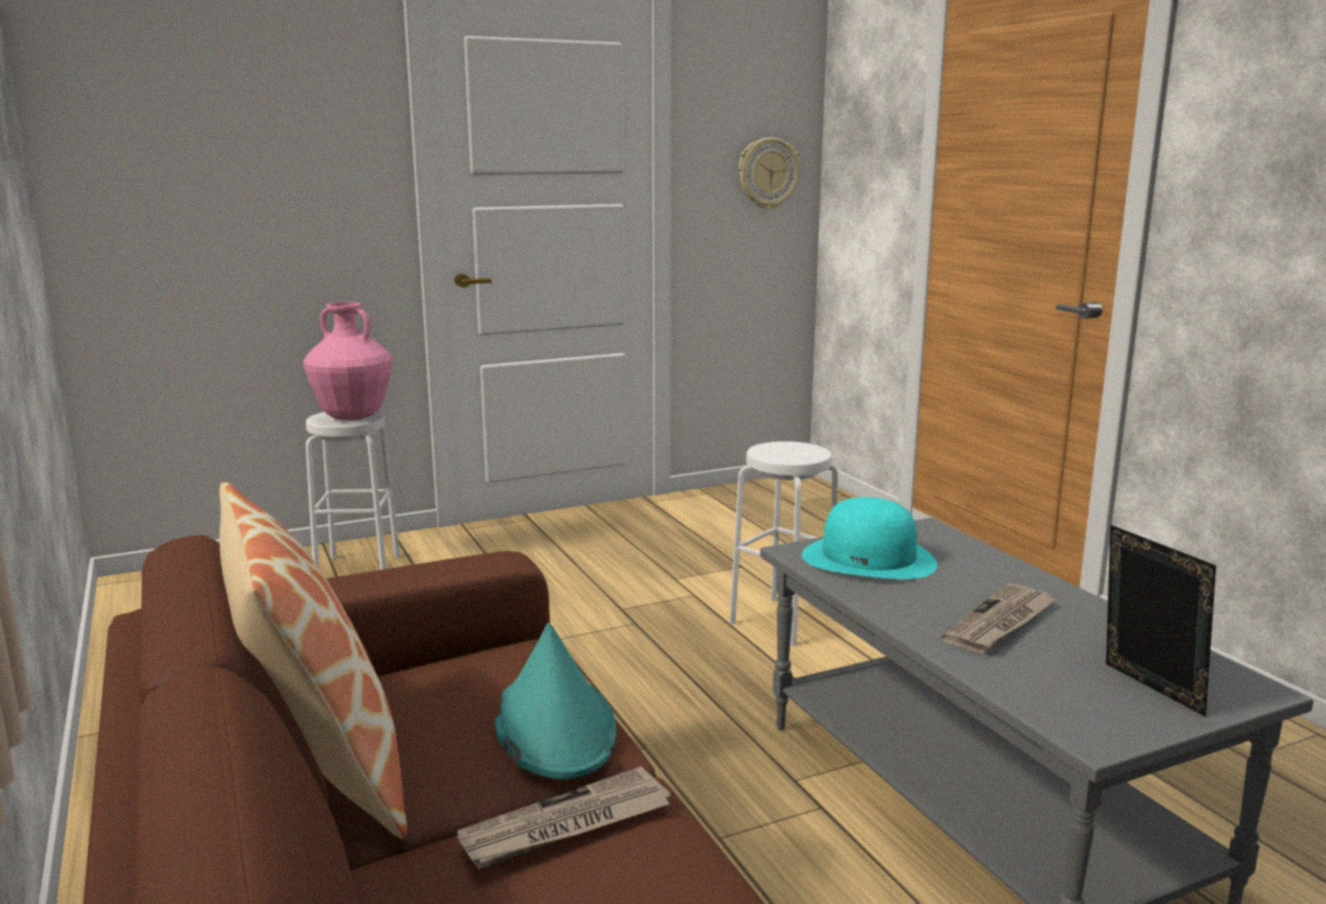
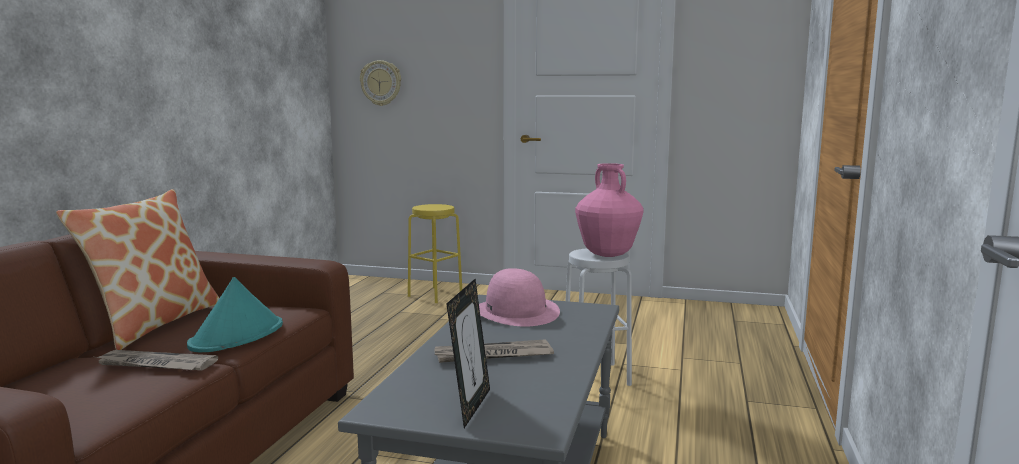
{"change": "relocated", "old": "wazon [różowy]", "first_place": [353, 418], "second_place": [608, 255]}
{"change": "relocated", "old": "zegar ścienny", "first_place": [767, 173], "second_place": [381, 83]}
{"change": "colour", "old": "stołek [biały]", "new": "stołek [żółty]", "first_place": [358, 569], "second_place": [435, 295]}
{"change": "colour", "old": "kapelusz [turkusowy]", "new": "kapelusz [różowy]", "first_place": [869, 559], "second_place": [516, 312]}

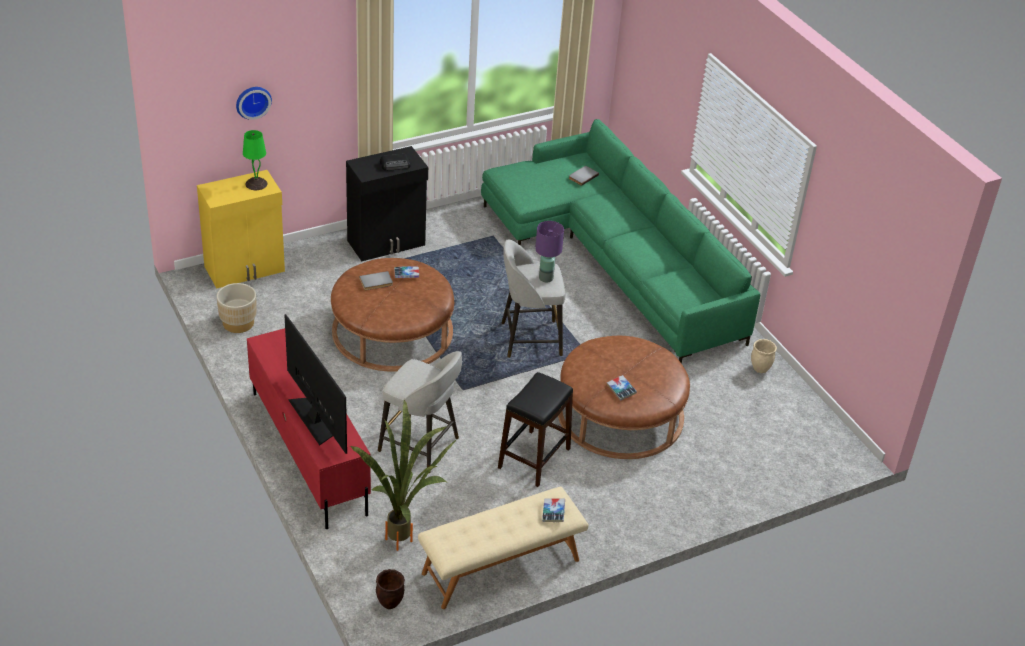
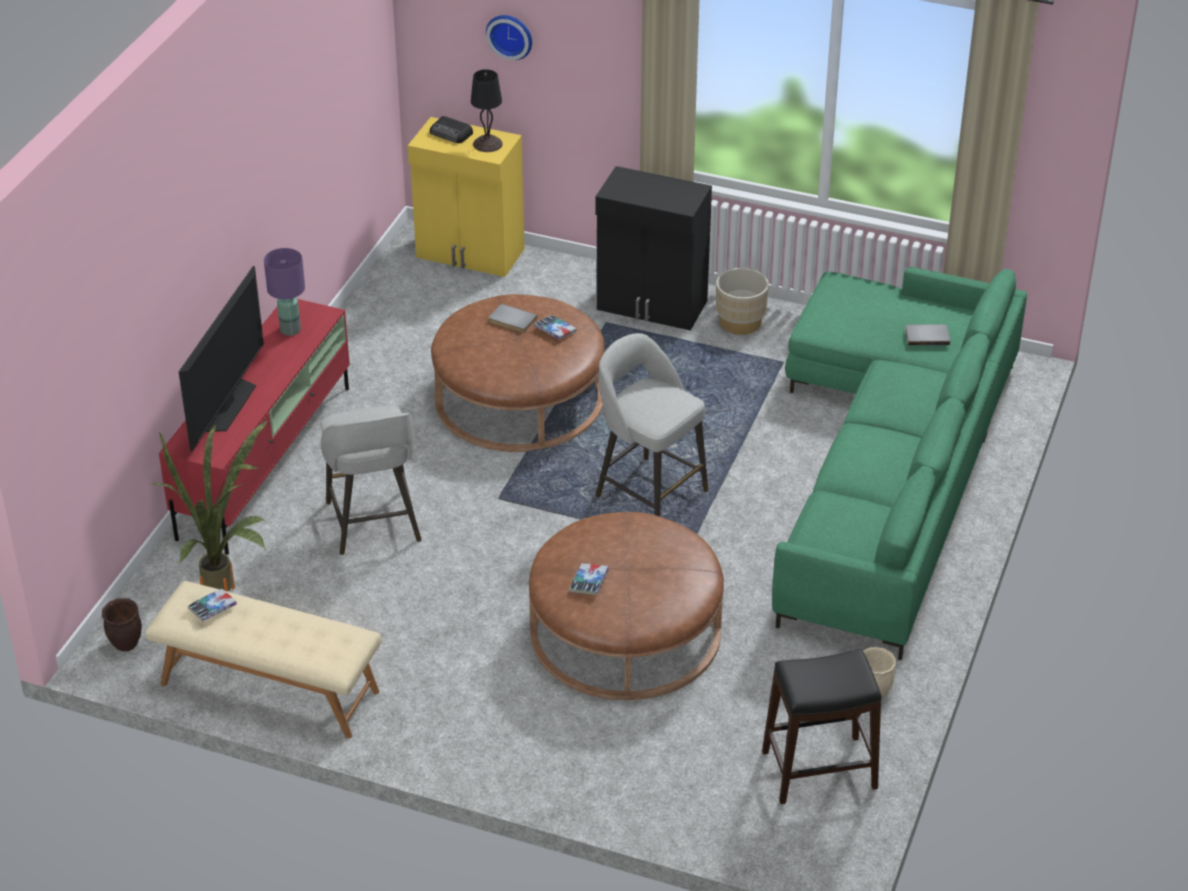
{"change": "relocated", "old": "donica [beżowy]", "first_place": [238, 323], "second_place": [740, 322]}
{"change": "relocated", "old": "radio", "first_place": [395, 165], "second_place": [451, 133]}
{"change": "relocated", "old": "stołek [czarny]", "first_place": [534, 458], "second_place": [820, 770]}
{"change": "relocated", "old": "lampa stołowa [fioletowy]", "first_place": [546, 278], "second_place": [291, 330]}
{"change": "relocated", "old": "książka", "first_place": [553, 512], "second_place": [212, 608]}
{"change": "colour", "old": "lampa stołowa [zielony]", "new": "lampa stołowa [czarny]", "first_place": [256, 184], "second_place": [487, 144]}

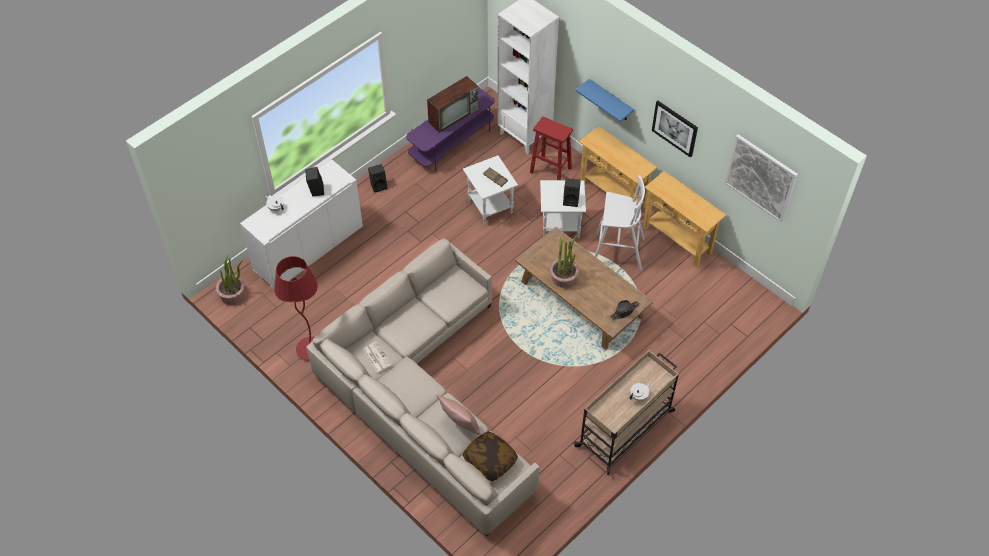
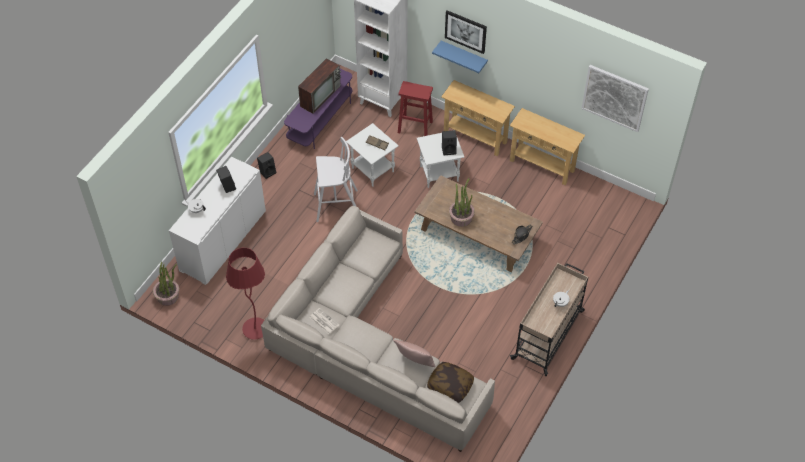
{"change": "relocated", "old": "stołek [biały]", "first_place": [617, 251], "second_place": [336, 206]}
{"change": "relocated", "old": "obraz", "first_place": [675, 128], "second_place": [465, 31]}

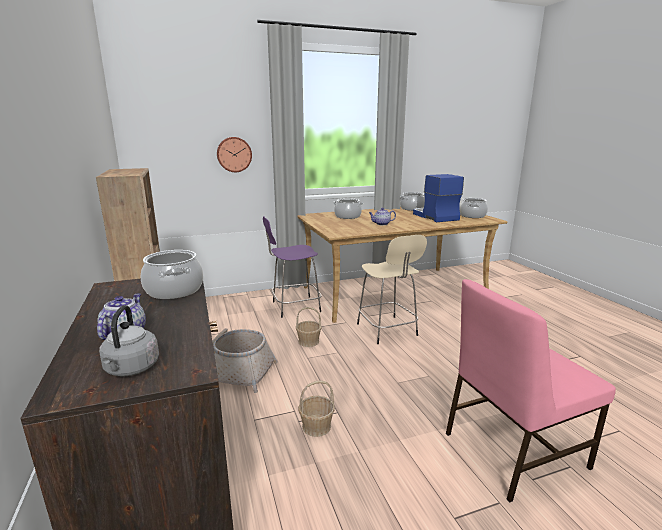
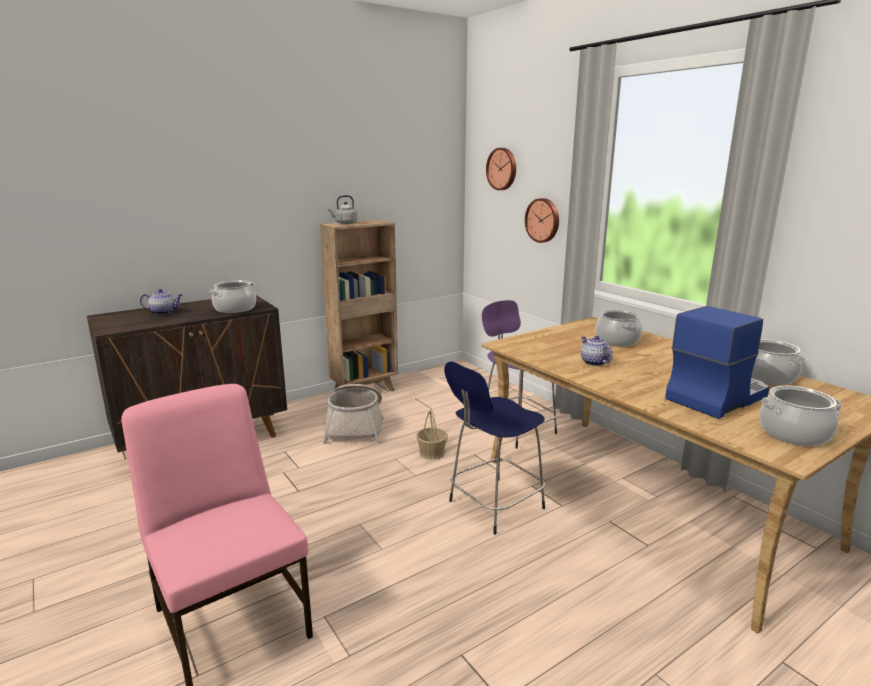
{"change": "missing", "old": "koszyk", "first_place": [316, 426]}
{"change": "appeared", "new": "zegar ścienny", "second_place": [502, 169]}
{"change": "relocated", "old": "czajnik [szary]", "first_place": [131, 369], "second_place": [345, 223]}
{"change": "colour", "old": "stołek [beżowy]", "new": "stołek [niebieski]", "first_place": [387, 331], "second_place": [493, 506]}

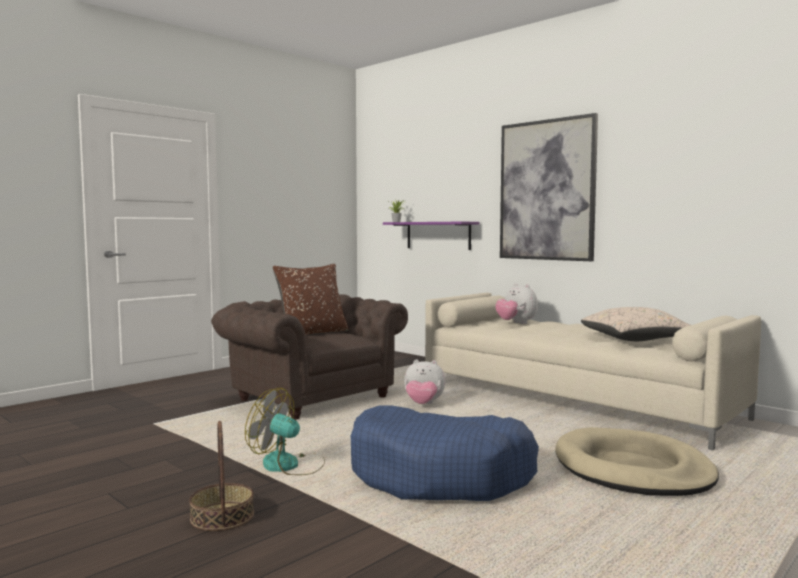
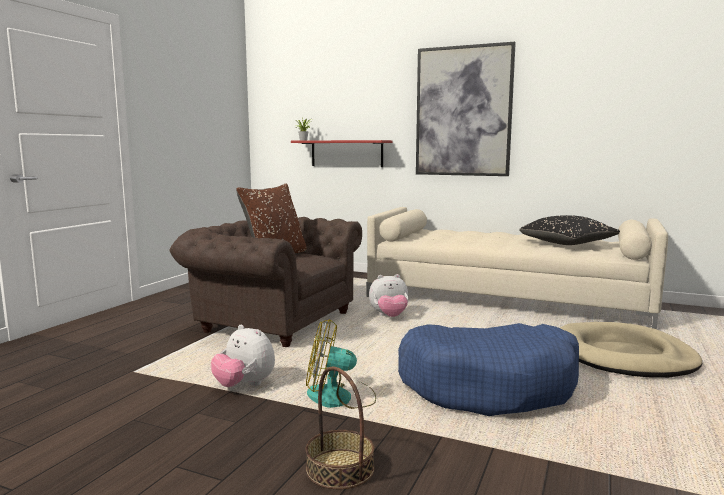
{"change": "relocated", "old": "pluszak", "first_place": [516, 323], "second_place": [244, 385]}
{"change": "colour", "old": "półka [fioletowy]", "new": "półka [czerwony]", "first_place": [438, 235], "second_place": [346, 153]}
{"change": "colour", "old": "poduszka [beżowy]", "new": "poduszka [czarny]", "first_place": [635, 340], "second_place": [567, 244]}

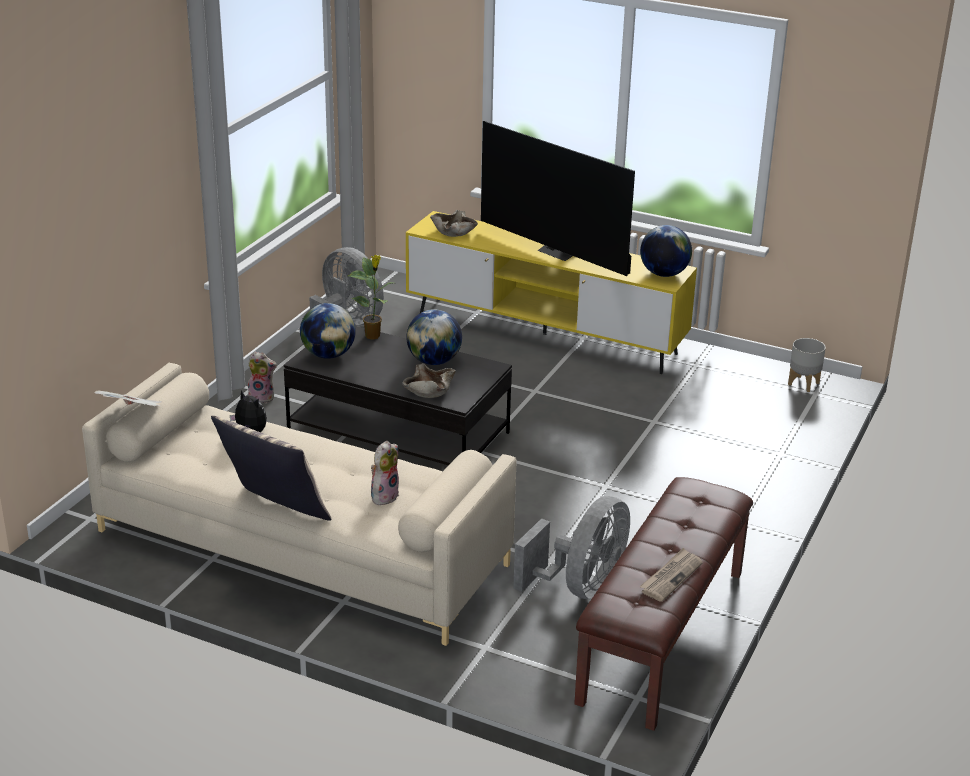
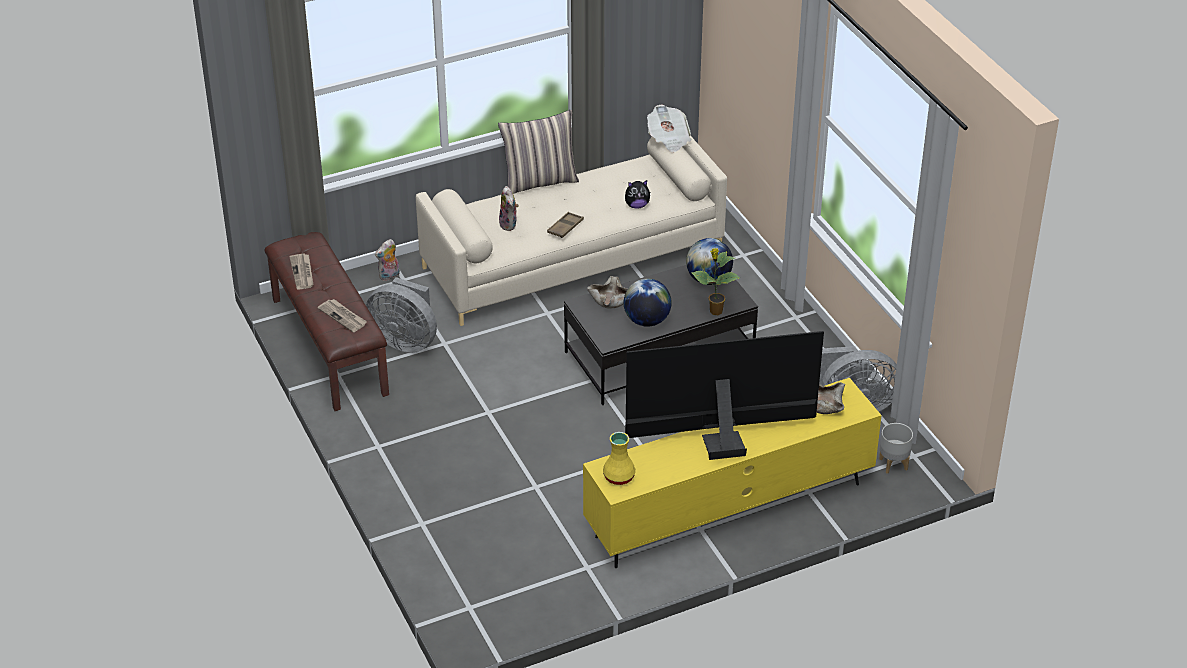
{"change": "appeared", "new": "gazeta", "second_place": [343, 316]}
{"change": "appeared", "new": "taca [brązowy]", "second_place": [565, 227]}
{"change": "relocated", "old": "pluszak", "first_place": [262, 397], "second_place": [389, 276]}
{"change": "relocated", "old": "donica [szary]", "first_place": [804, 384], "second_place": [892, 464]}
{"change": "exchanged", "old": "globus", "new": "wazon [żółty]", "first_place": [664, 274], "second_place": [619, 476]}
{"change": "spun", "old": "wentylator [szary]", "first_place": [581, 587], "second_place": [406, 341], "degrees": -45}

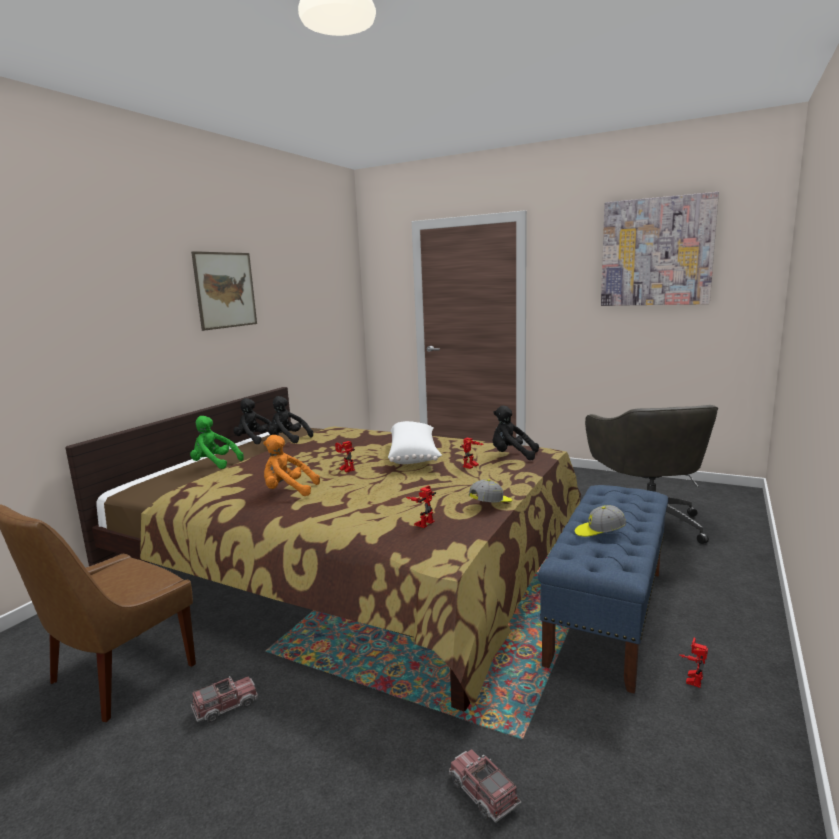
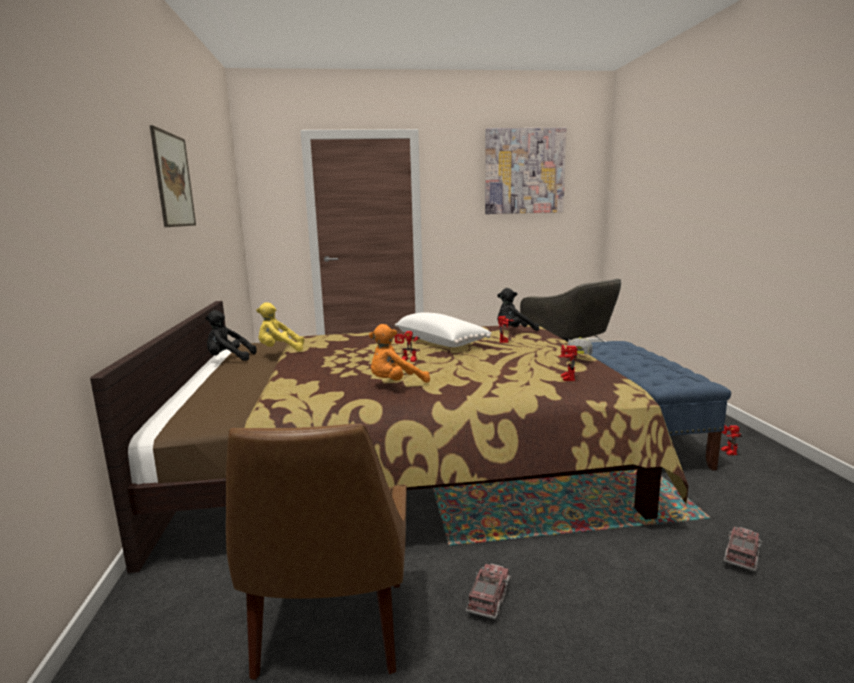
{"change": "missing", "old": "pluszak [zielony]", "first_place": [214, 464]}
{"change": "missing", "old": "czapka z daszkiem", "first_place": [599, 532]}
{"change": "colour", "old": "pluszak [czarny]", "new": "pluszak [żółty]", "first_place": [288, 439], "second_place": [279, 350]}
{"change": "spun", "old": "ciężarówka zabawkowa", "first_place": [483, 793], "second_place": [741, 556], "degrees": 105}

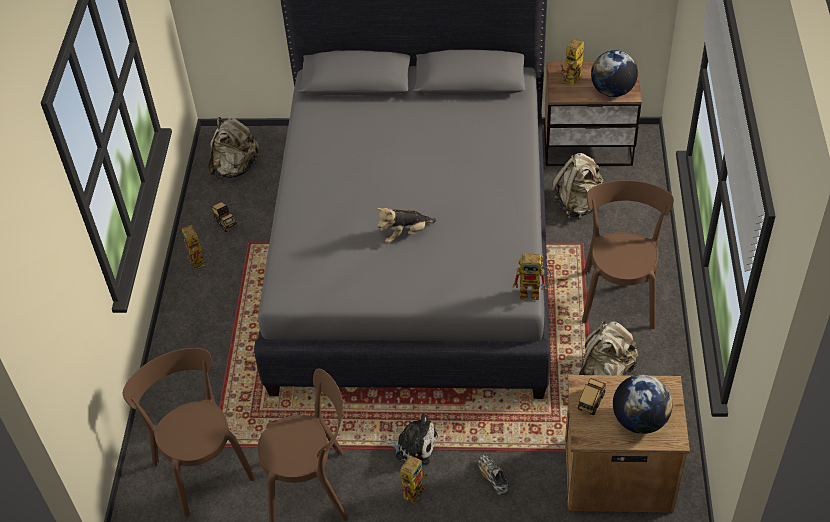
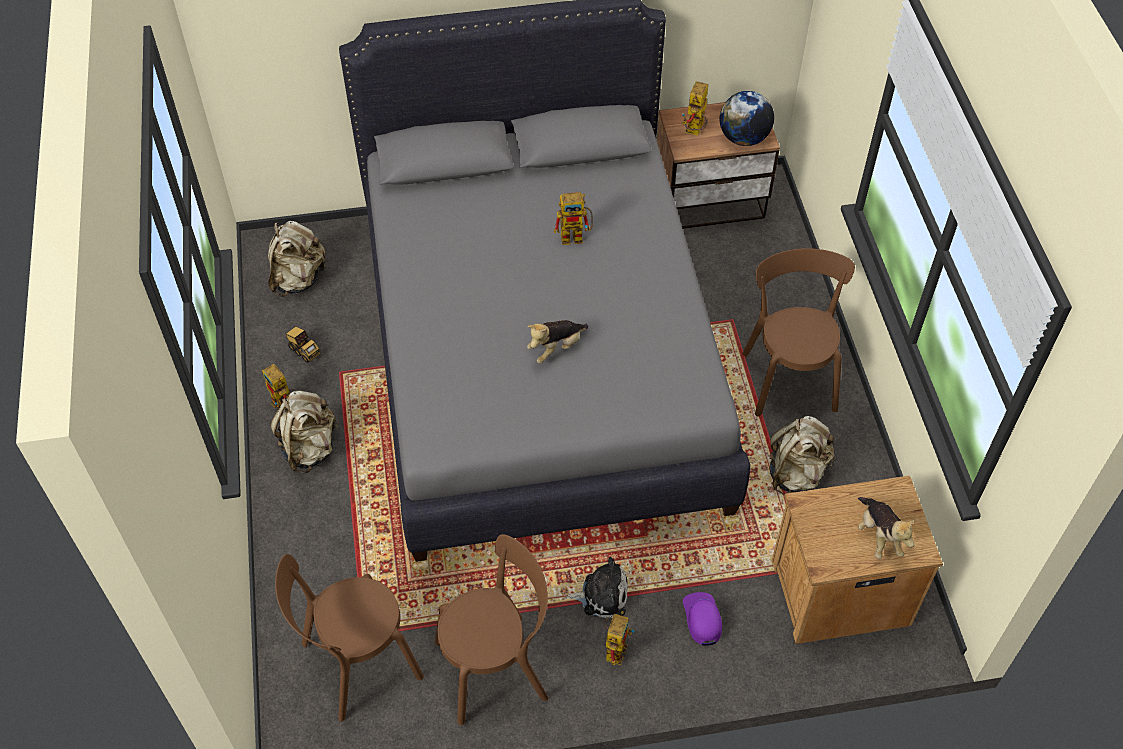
{"change": "missing", "old": "ciężarówka zabawkowa", "first_place": [590, 402]}
{"change": "relocated", "old": "robot zabawkowy", "first_place": [534, 292], "second_place": [576, 236]}
{"change": "relocated", "old": "plecak [beżowy]", "first_place": [578, 204], "second_place": [309, 448]}
{"change": "exchanged", "old": "but", "new": "czapka z daszkiem [fioletowy]", "first_place": [493, 478], "second_place": [702, 619]}
{"change": "exchanged", "old": "globus", "new": "pluszak", "first_place": [639, 420], "second_place": [879, 536]}
{"change": "spun", "old": "krzesło [brązowy]", "first_place": [202, 466], "second_place": [356, 663], "degrees": -75}

